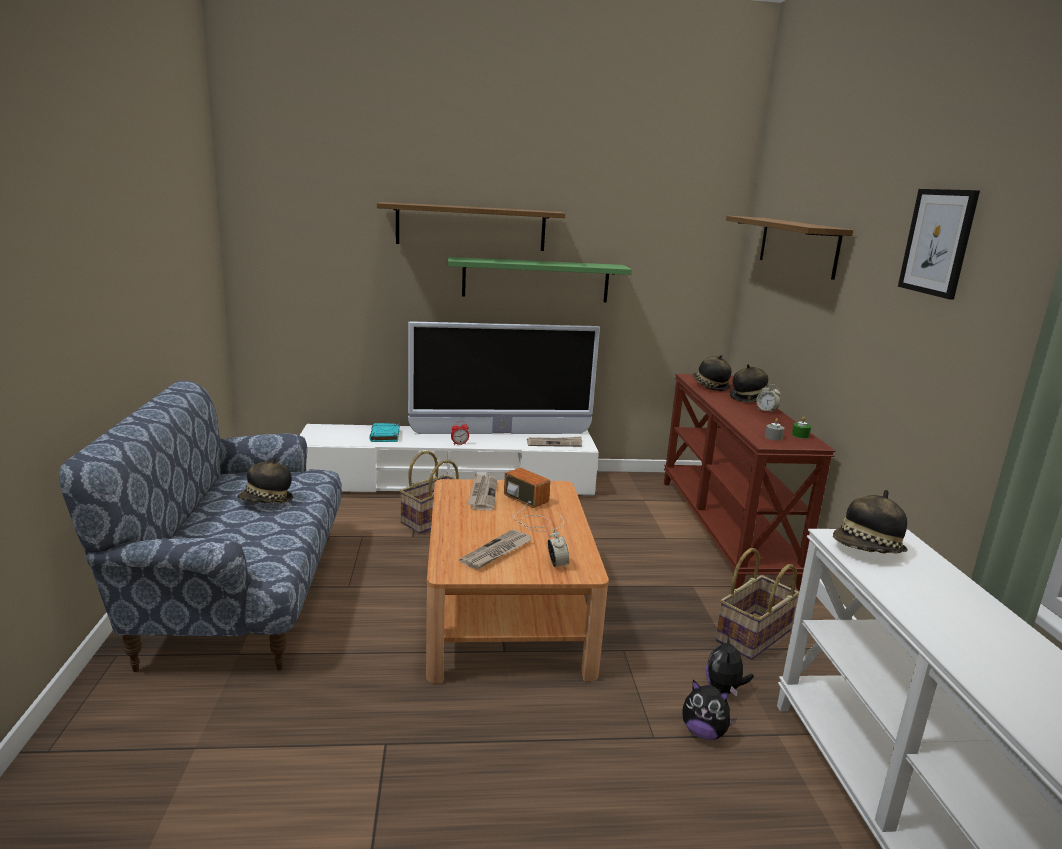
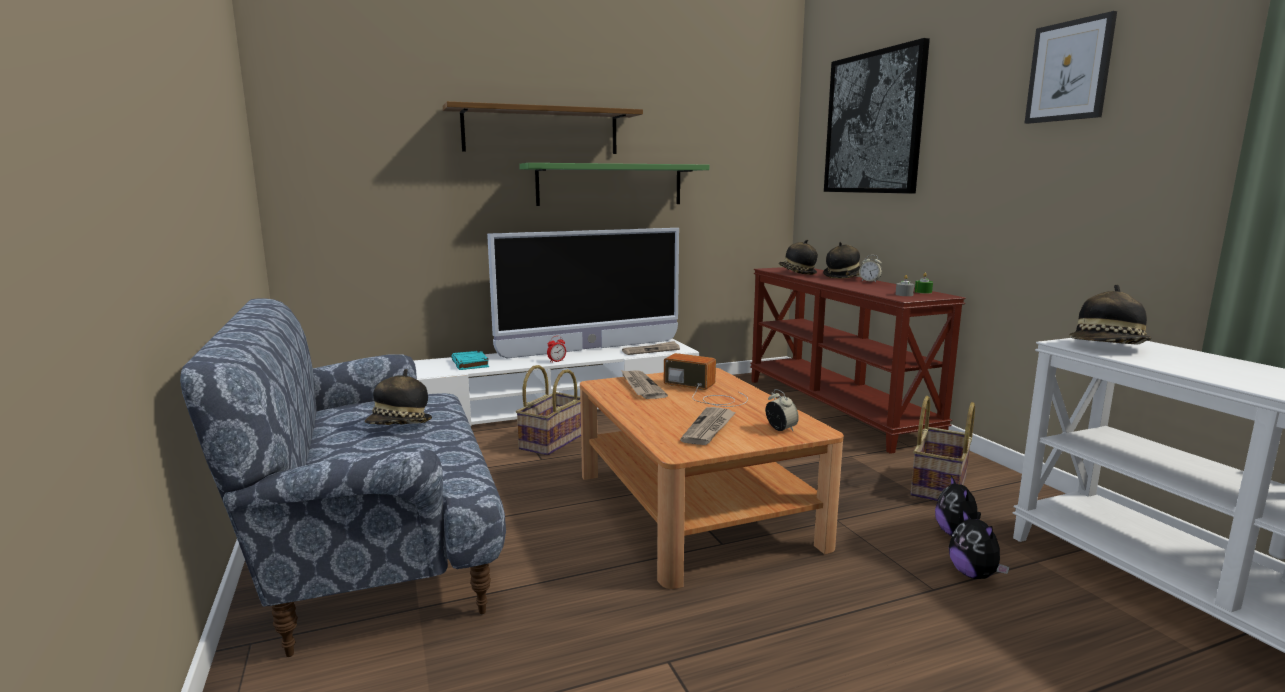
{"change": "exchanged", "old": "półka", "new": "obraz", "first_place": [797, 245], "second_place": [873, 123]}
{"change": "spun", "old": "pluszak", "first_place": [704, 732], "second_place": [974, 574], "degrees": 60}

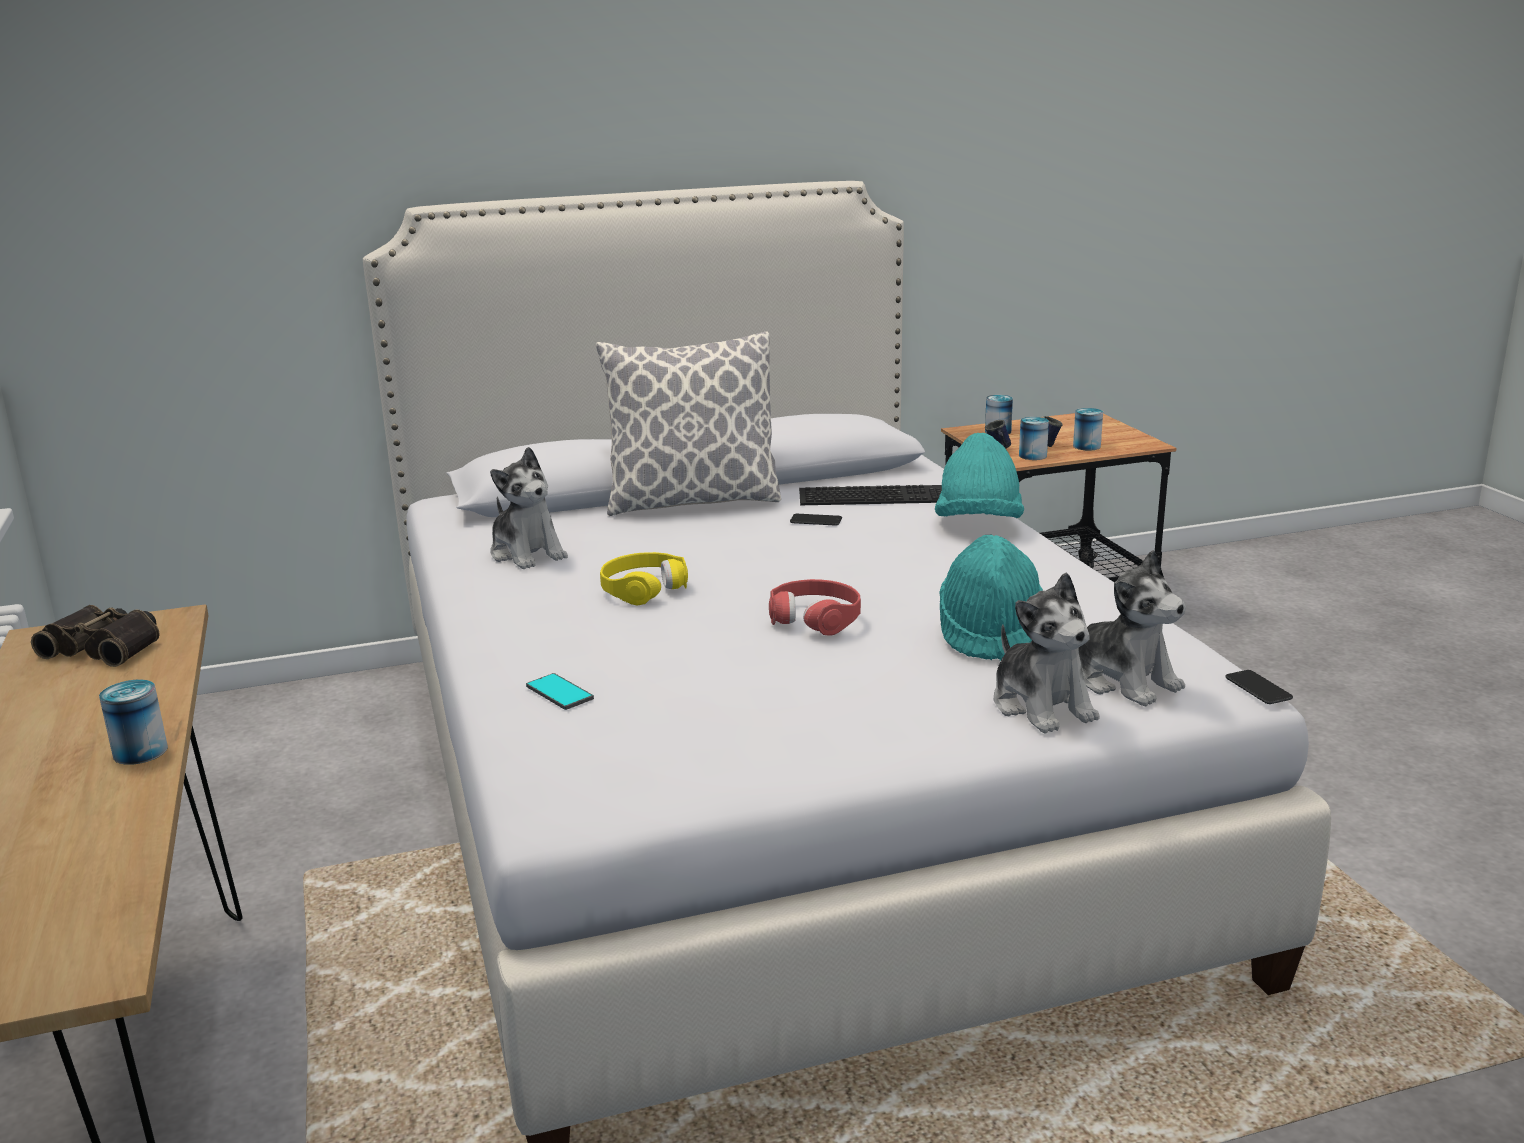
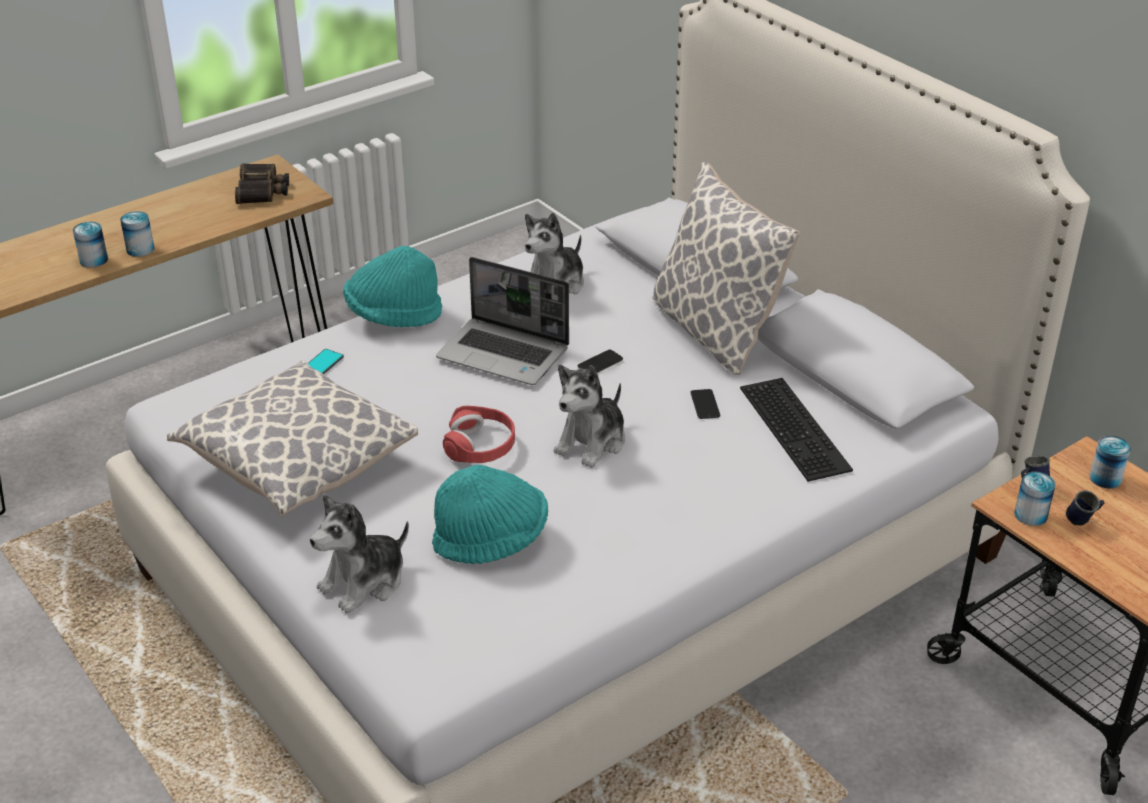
{"change": "appeared", "new": "poduszka", "second_place": [296, 463]}
{"change": "relocated", "old": "kapelusz [turkusowy]", "first_place": [978, 524], "second_place": [393, 315]}
{"change": "relocated", "old": "puszka", "first_place": [1086, 446], "second_place": [94, 260]}
{"change": "relocated", "old": "pluszak", "first_place": [1124, 681], "second_place": [592, 442]}
{"change": "relocated", "old": "telefon", "first_place": [1258, 688], "second_place": [600, 363]}
{"change": "exchanged", "old": "słuchawki [żółty]", "new": "laptop", "first_place": [643, 588], "second_place": [505, 354]}

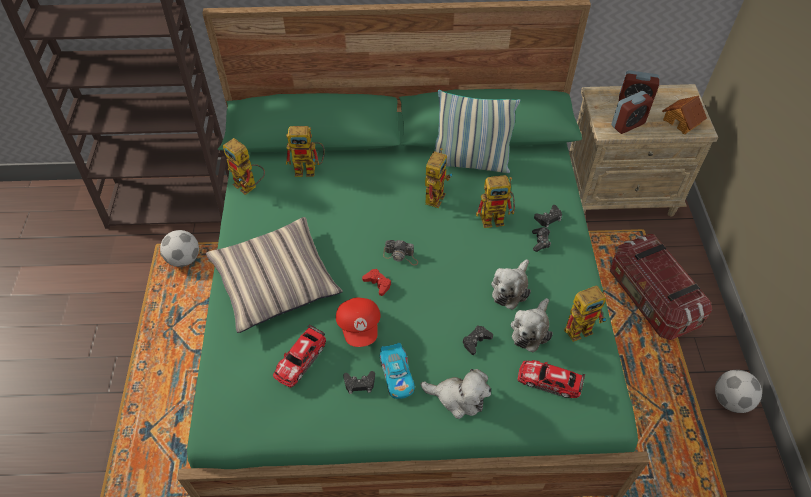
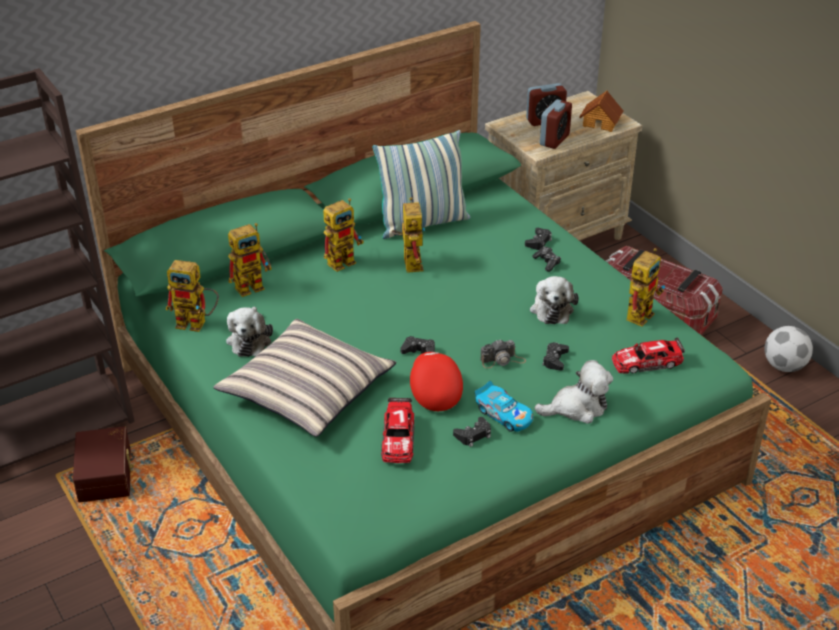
{"change": "relocated", "old": "aparat fotograficzny", "first_place": [401, 256], "second_place": [502, 360]}
{"change": "relocated", "old": "robot zabawkowy", "first_place": [497, 218], "second_place": [345, 260]}
{"change": "relocated", "old": "pluszak", "first_place": [531, 330], "second_place": [250, 340]}
{"change": "exchanged", "old": "piłka futbolowa", "new": "pojemnik do przechowywania [brązowy]", "first_place": [184, 259], "second_place": [107, 475]}
{"change": "colour", "old": "pad do gier [czerwony]", "new": "pad do gier [czarny]", "first_place": [377, 283], "second_place": [419, 351]}
{"change": "spun", "old": "czapka z daszkiem [czerwony]", "first_place": [360, 326], "second_place": [434, 389], "degrees": -150}

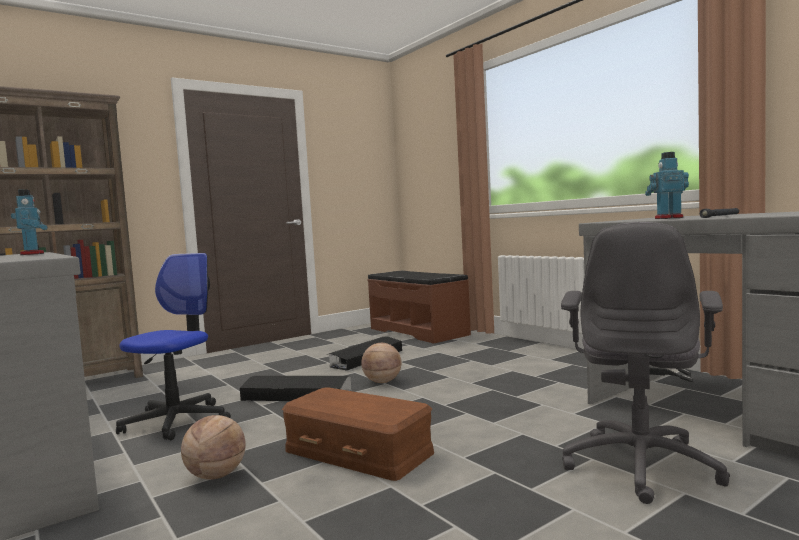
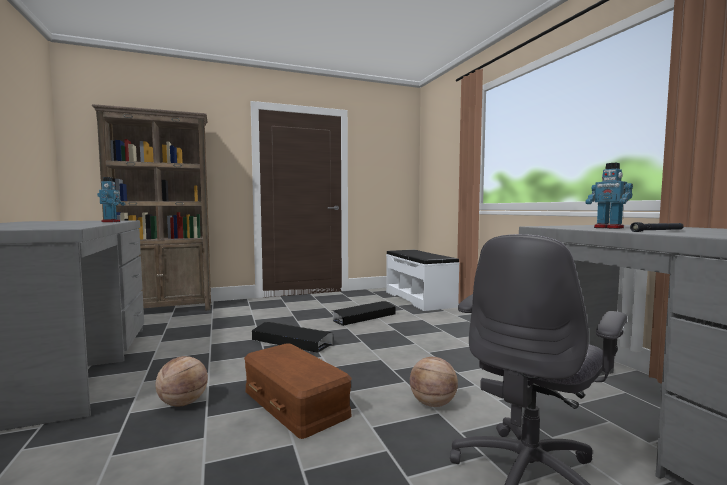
{"change": "missing", "old": "krzesło biurowe", "first_place": [176, 421]}
{"change": "relocated", "old": "piłka do koszykówki", "first_place": [382, 382], "second_place": [432, 403]}
{"change": "colour", "old": "ławka [brązowy]", "new": "ławka [biały]", "first_place": [419, 331], "second_place": [419, 299]}
{"change": "spun", "old": "robot zabawkowy", "first_place": [668, 218], "second_place": [608, 228], "degrees": -150}

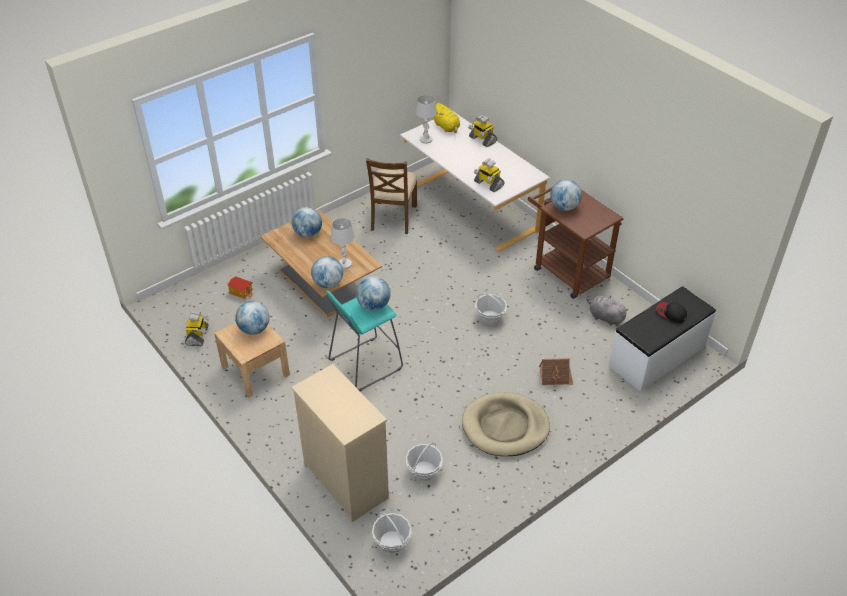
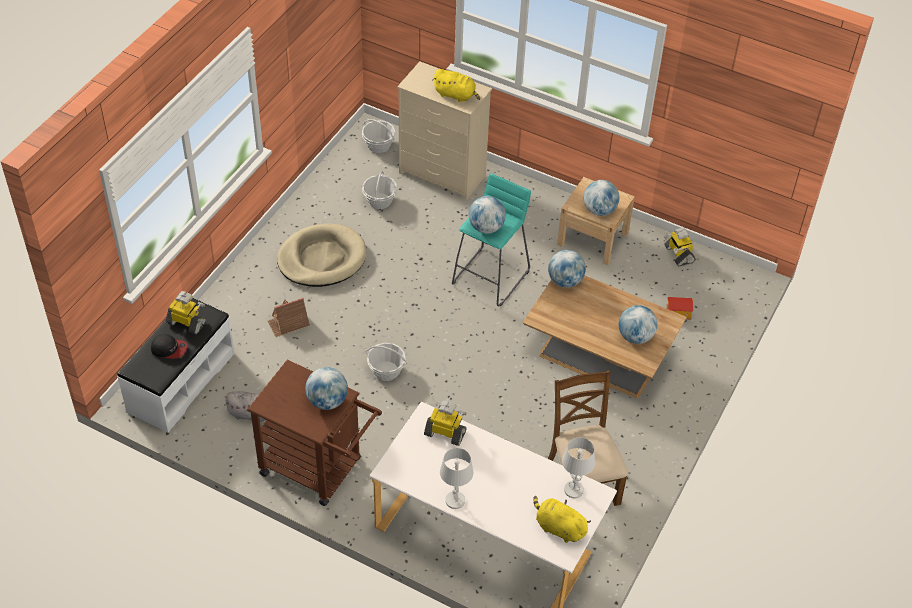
{"change": "appeared", "new": "pluszak [żółty]", "second_place": [456, 95]}
{"change": "relocated", "old": "lampa stołowa [biały]", "first_place": [344, 264], "second_place": [455, 500]}
{"change": "relocated", "old": "robot zabawkowy", "first_place": [482, 140], "second_place": [187, 322]}

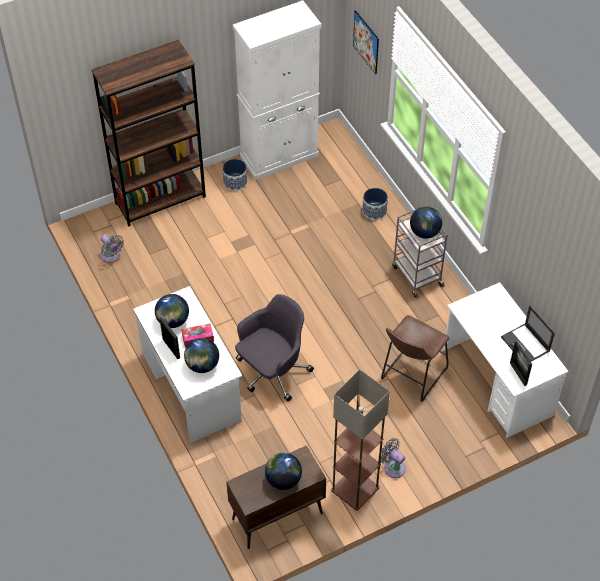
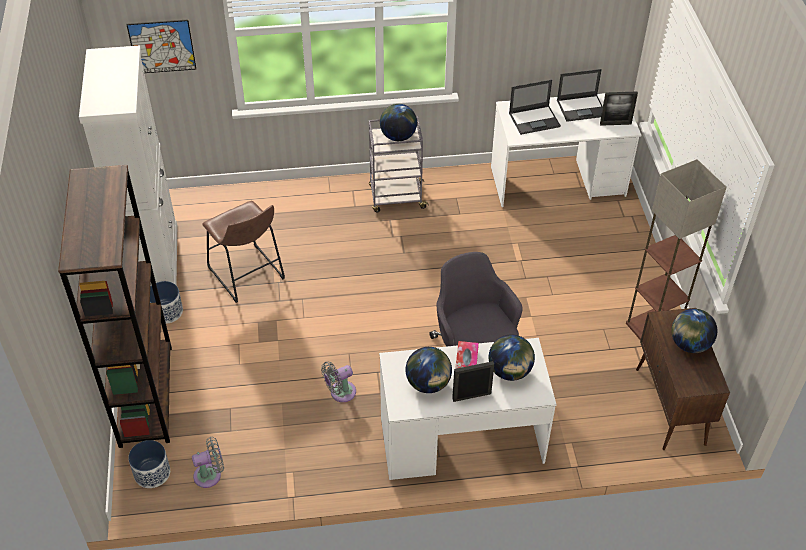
{"change": "appeared", "new": "laptop", "second_place": [534, 120]}
{"change": "relocated", "old": "donica", "first_place": [374, 211], "second_place": [152, 473]}
{"change": "relocated", "old": "wentylator [szary]", "first_place": [393, 467], "second_place": [340, 393]}
{"change": "relocated", "old": "stołek [brązowy]", "first_place": [411, 376], "second_place": [248, 276]}

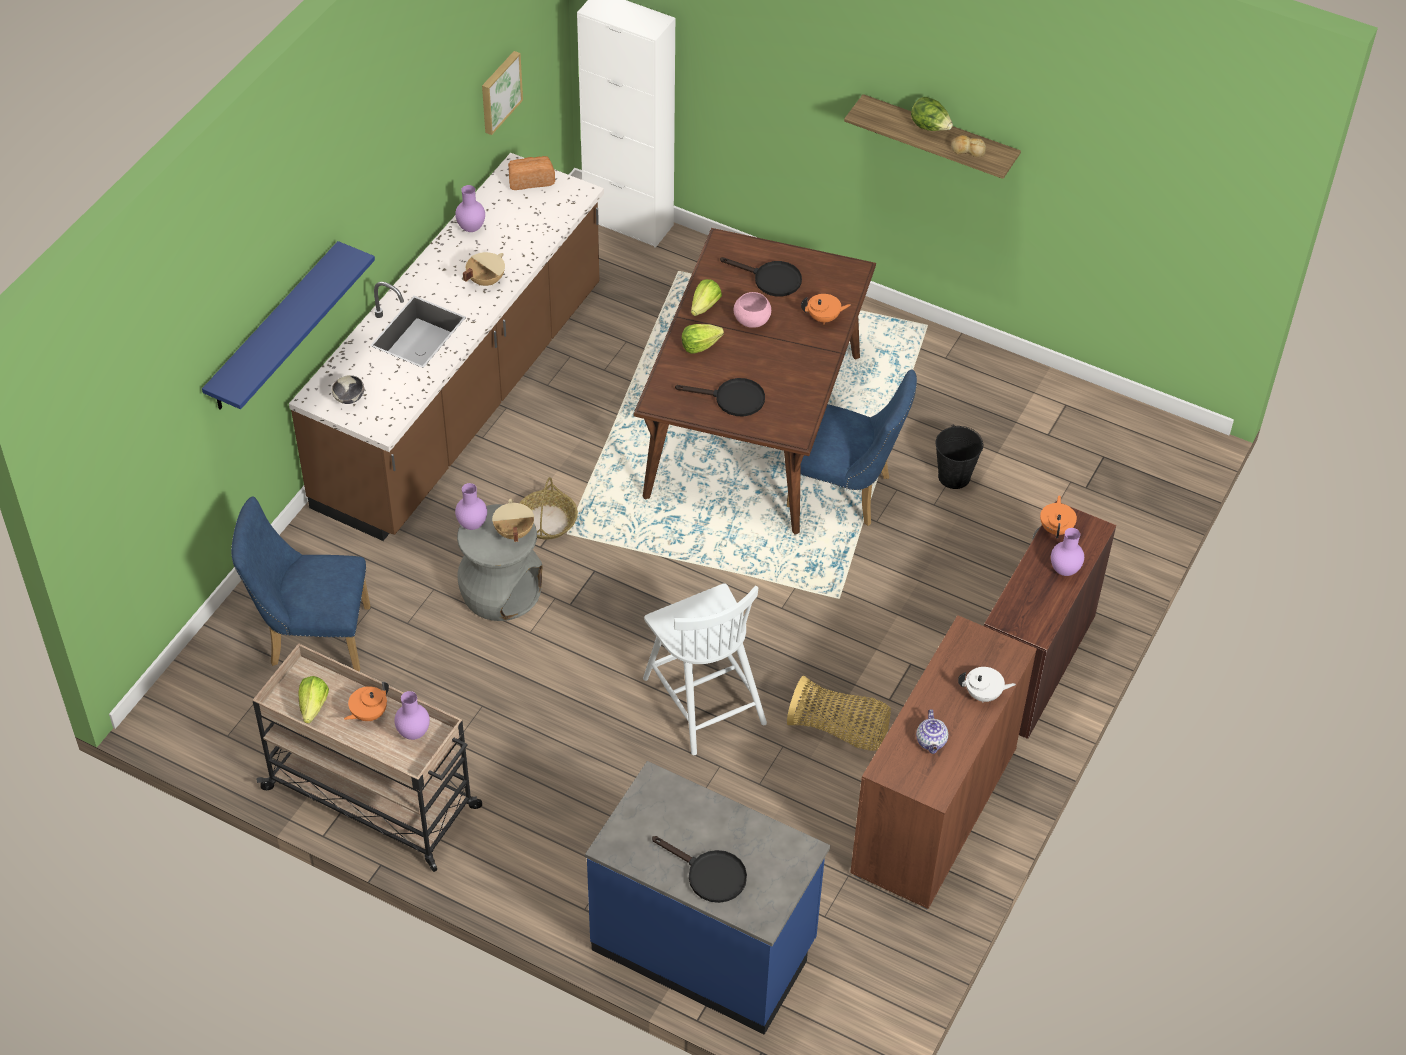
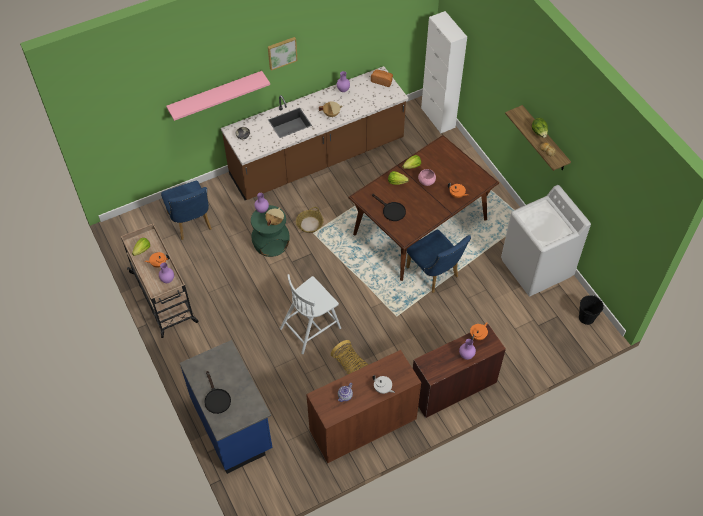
{"change": "missing", "old": "patelnia [czarny]", "first_place": [771, 279]}
{"change": "appeared", "new": "pralka [biały]", "second_place": [536, 268]}
{"change": "relocated", "old": "obraz", "first_place": [499, 91], "second_place": [282, 52]}
{"change": "relocated", "old": "wiadro [czarny]", "first_place": [954, 476], "second_place": [586, 317]}
{"change": "colour", "old": "półka [niebieski]", "new": "półka [różowy]", "first_place": [274, 328], "second_place": [215, 95]}
{"change": "colour", "old": "stołek [szary]", "new": "stołek [zielony]", "first_place": [500, 590], "second_place": [271, 242]}
{"change": "spun", "old": "krzesło [niebieski]", "first_place": [311, 637], "second_place": [191, 224], "degrees": -150}
{"change": "spun", "old": "krzesło [biały]", "first_place": [703, 698], "second_place": [311, 327], "degrees": 45}

